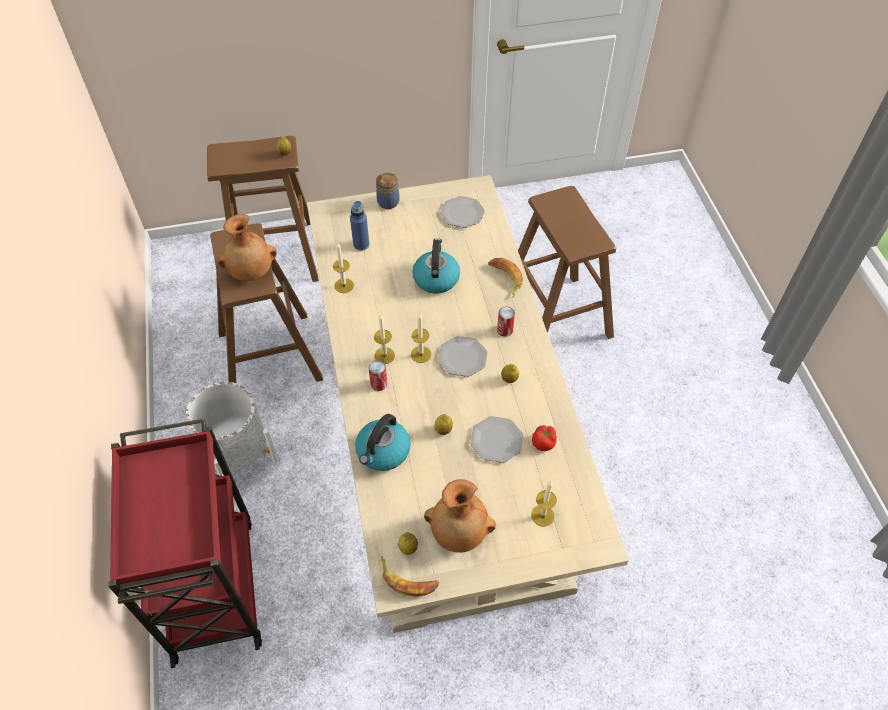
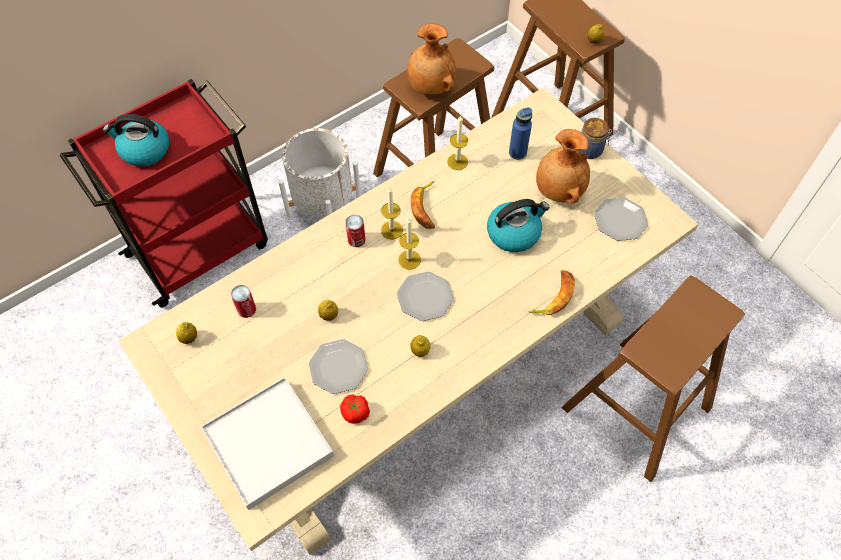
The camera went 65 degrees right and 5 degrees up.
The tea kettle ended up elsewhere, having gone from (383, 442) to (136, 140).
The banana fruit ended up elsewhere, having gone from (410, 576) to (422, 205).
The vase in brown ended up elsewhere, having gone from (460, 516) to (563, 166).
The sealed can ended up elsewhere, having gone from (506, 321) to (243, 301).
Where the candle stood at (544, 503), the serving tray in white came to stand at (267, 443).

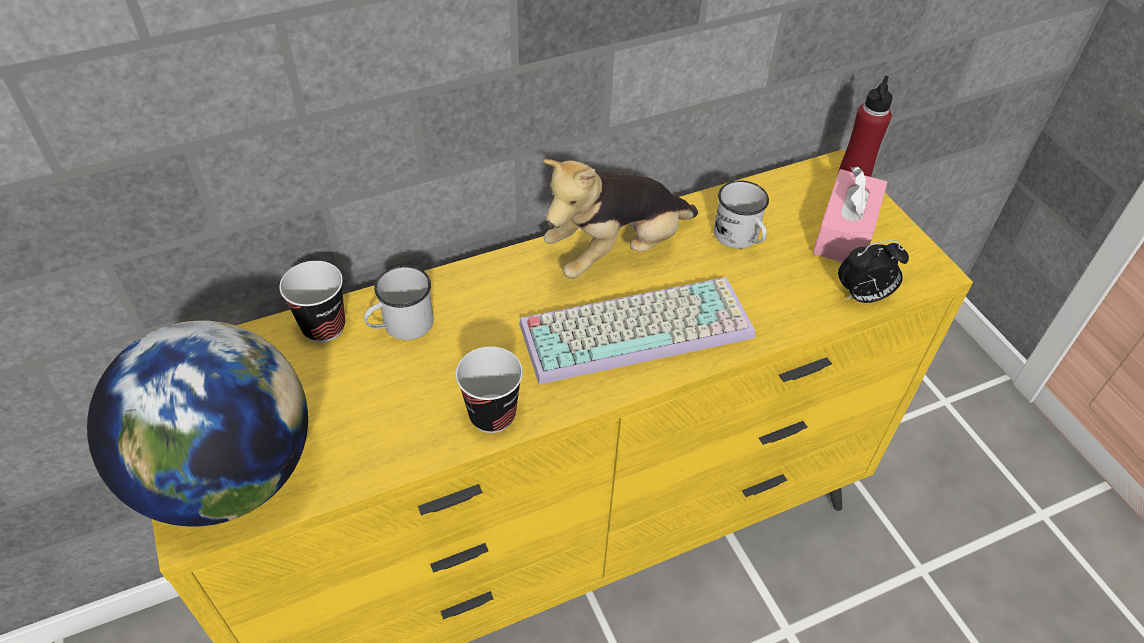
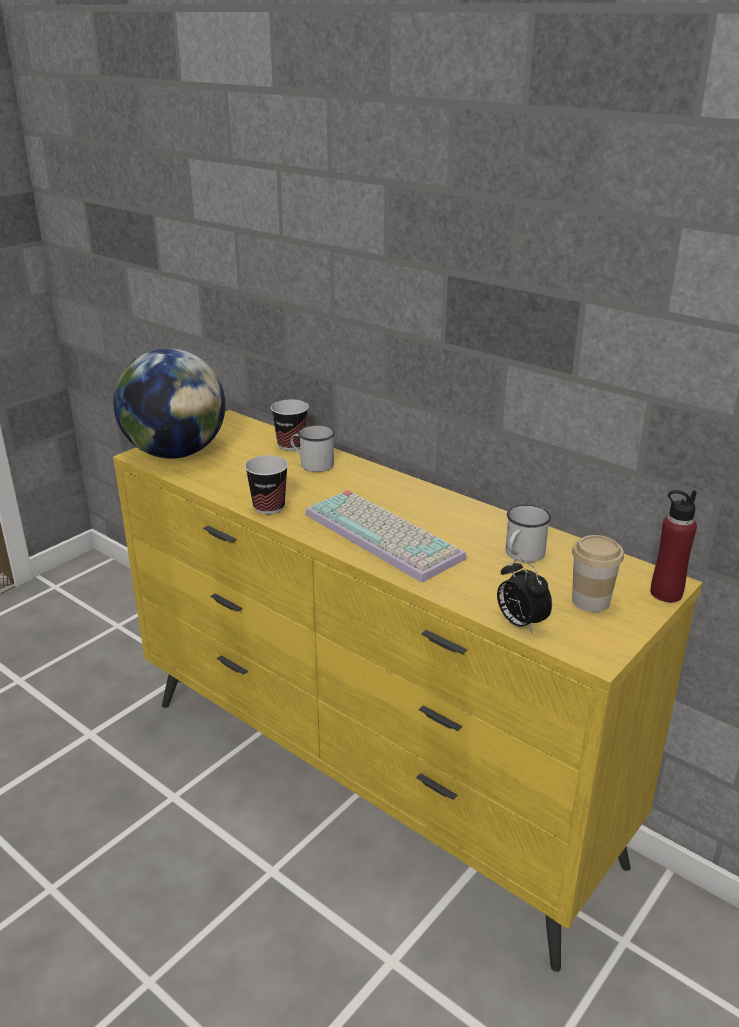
The camera went 65 degrees right and 20 degrees down.
The second view lost the soft toy at (620, 219).
Where the box of tissues in pinkish stood at (850, 214), the drinking cup came to stand at (598, 573).

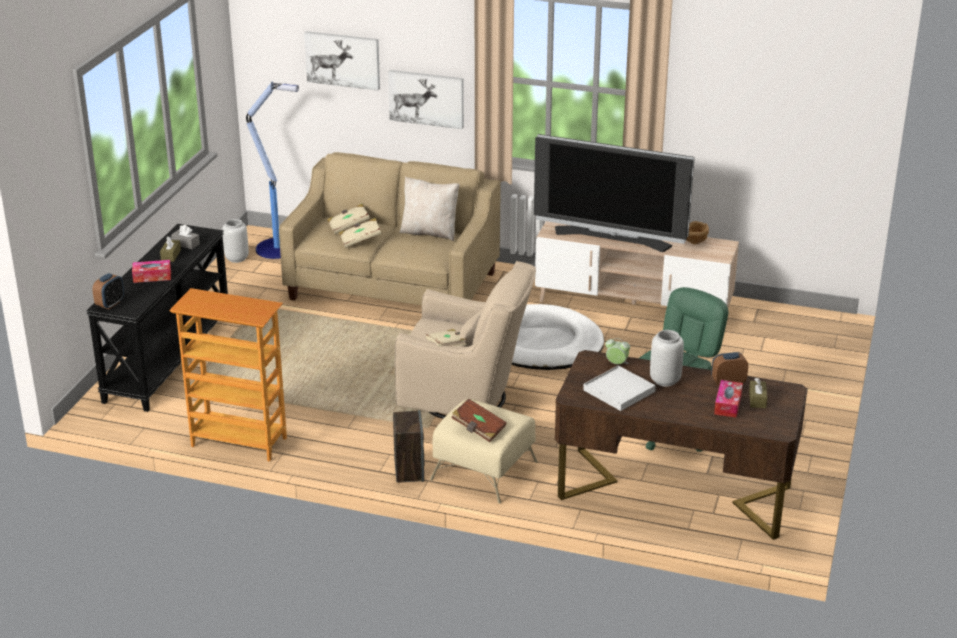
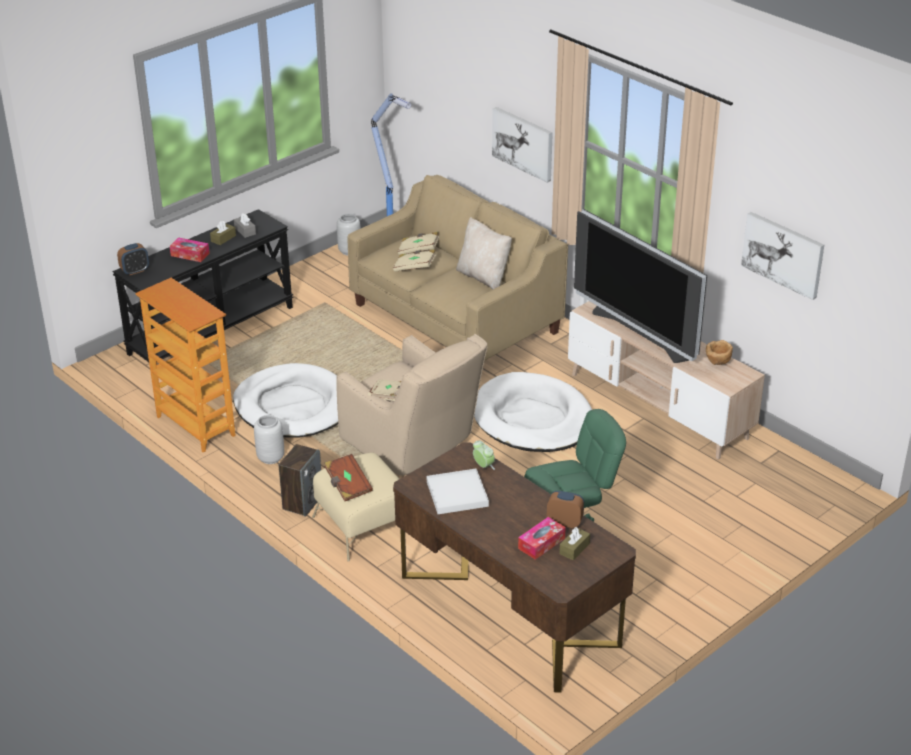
The camera went 30 degrees right and 5 degrees up.
The wall picture ended up elsewhere, having gone from (342, 61) to (782, 256).
The vase in gray ended up elsewhere, having gone from (667, 358) to (269, 439).
The second view gained the dog bed in white at (285, 400).

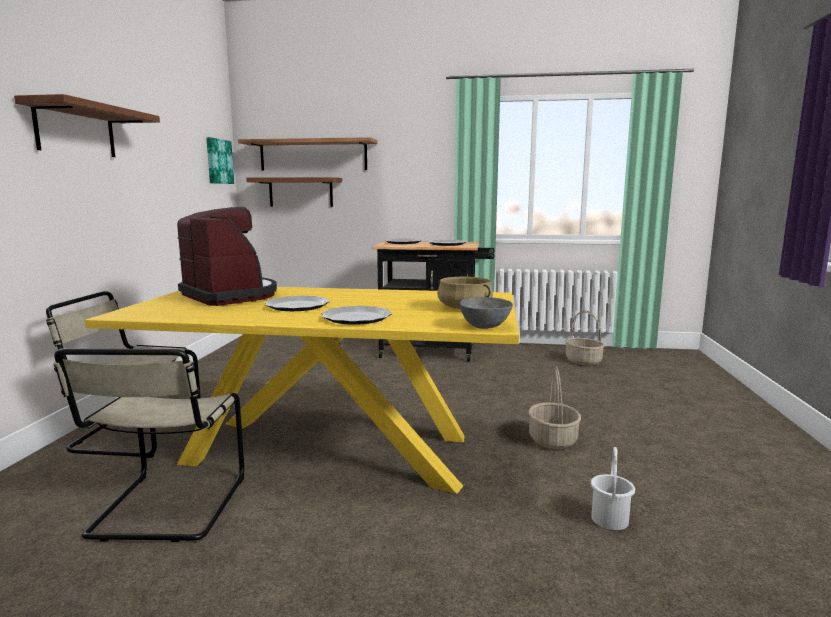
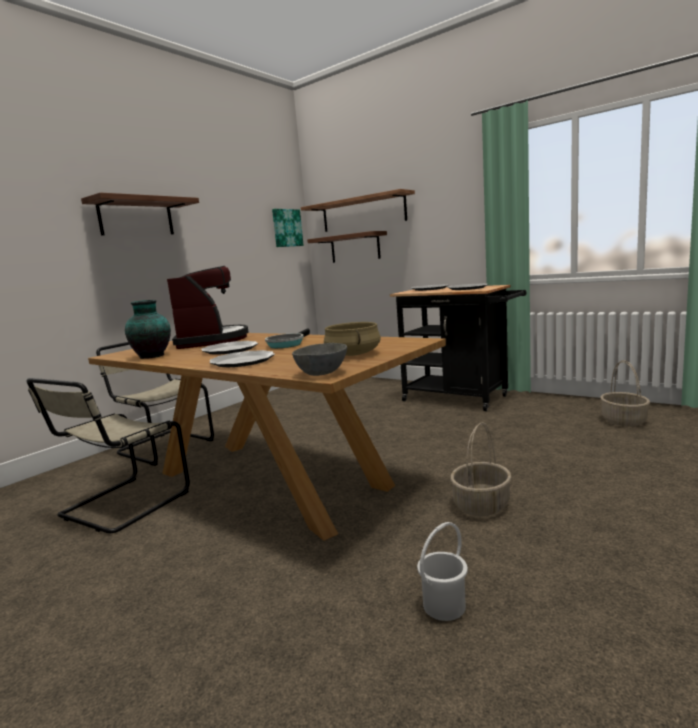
The camera went 30 degrees right and 0 degrees up.
What was the kitchen table in yellowish at (302, 390) turned into the kitchen table in brown at (267, 437).
The second view gained the vase at (148, 329).
The second view gained the skillet at (287, 338).

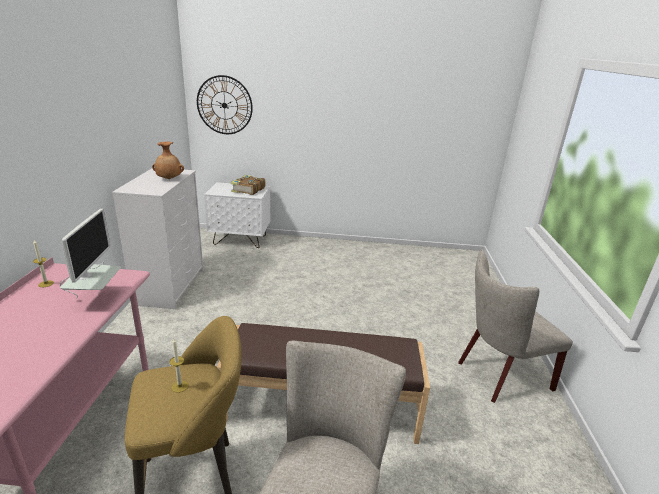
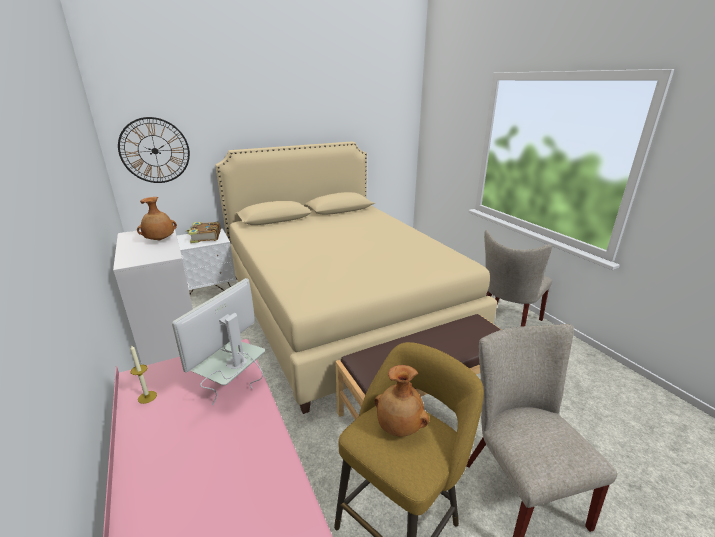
The camera went 30 degrees left and 0 degrees up.
The monitor at (90, 254) ended up facing another way, 120 degrees counterclockwise from before.
Where the candle stood at (178, 366), the vase in brown came to stand at (401, 400).
The second view gained the bed in beige at (356, 277).

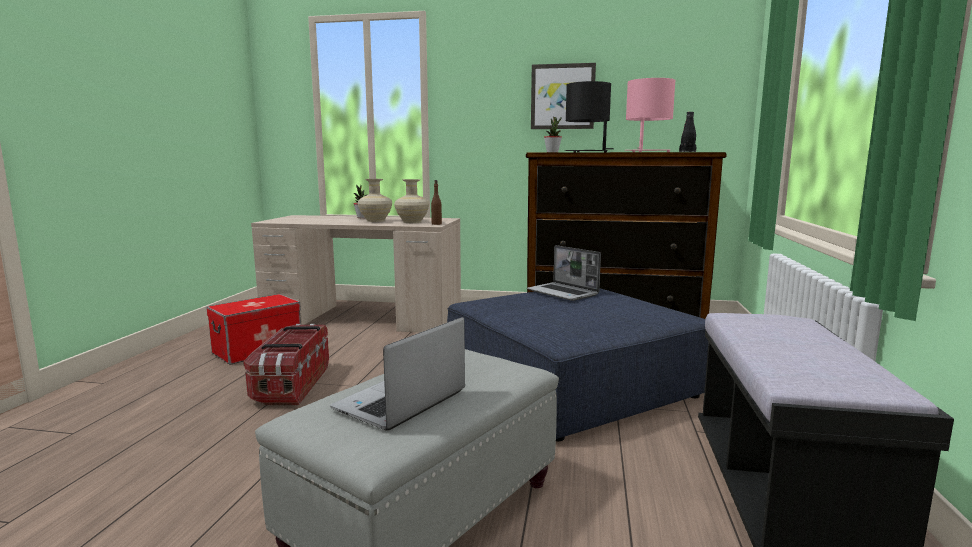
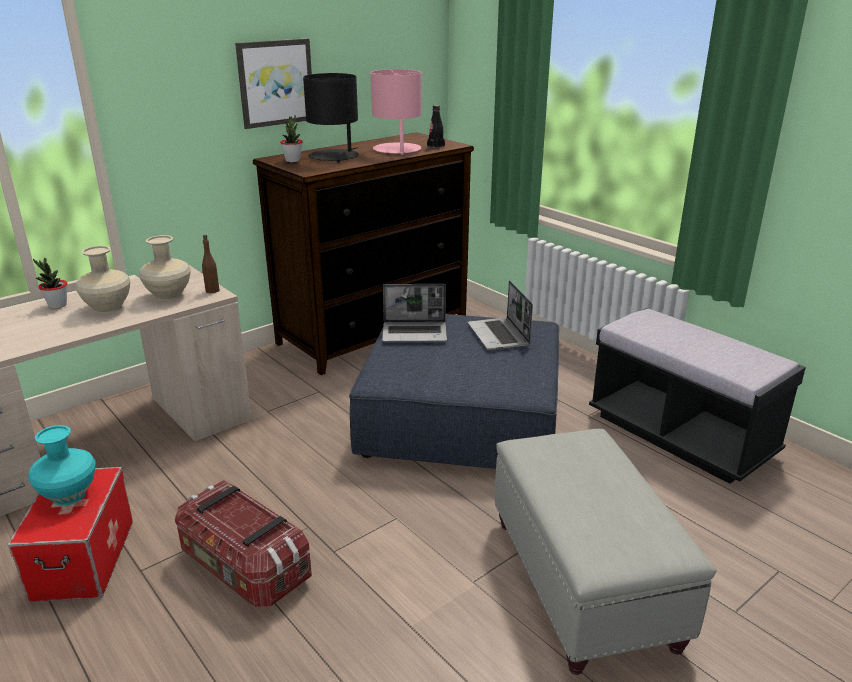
The camera went 50 degrees left and 15 degrees up.
The laptop ended up elsewhere, having gone from (397, 374) to (500, 315).
The second view gained the vase in turquoise-coloured at (62, 465).

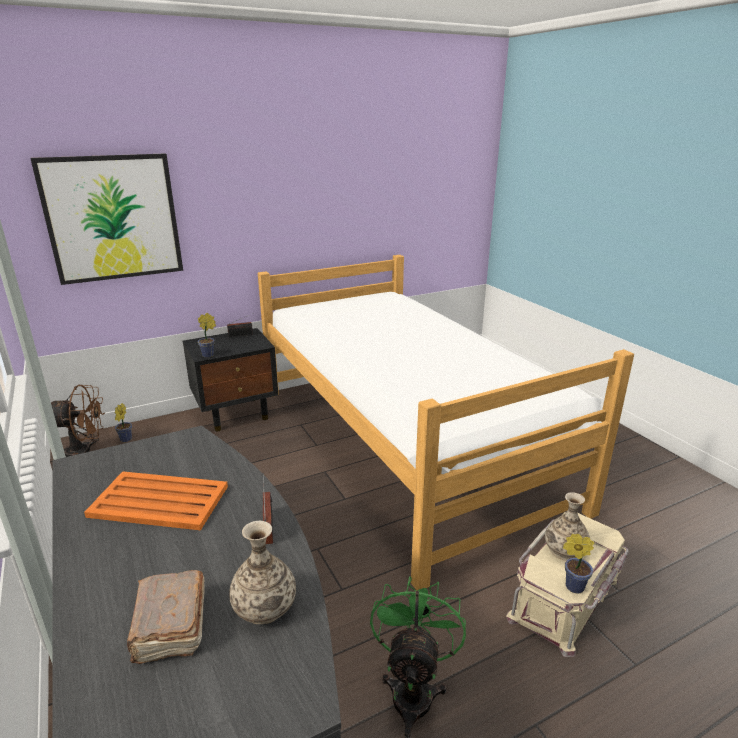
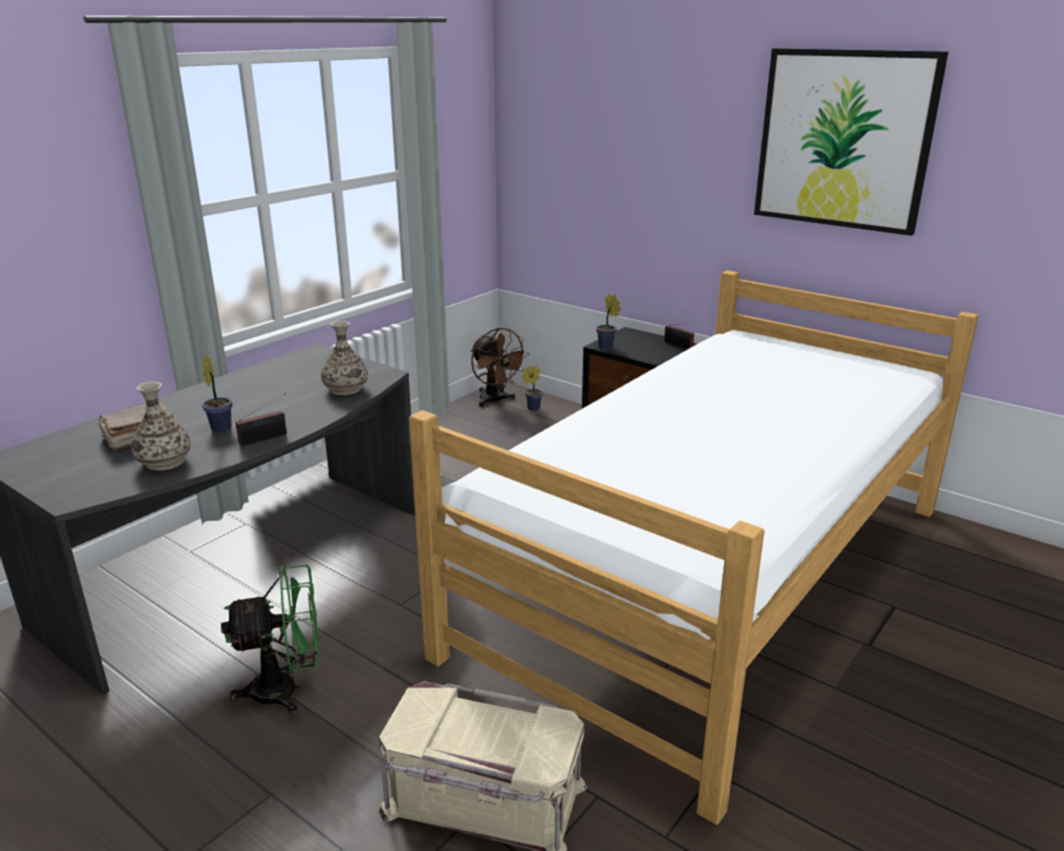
The camera went 65 degrees right and 0 degrees up.
The wall picture ended up elsewhere, having gone from (106, 219) to (851, 142).
The second view lost the serving tray in orangey at (156, 500).
The vase ended up elsewhere, having gone from (567, 526) to (344, 358).
The plant in a pot ended up elsewhere, having gone from (578, 564) to (217, 393).

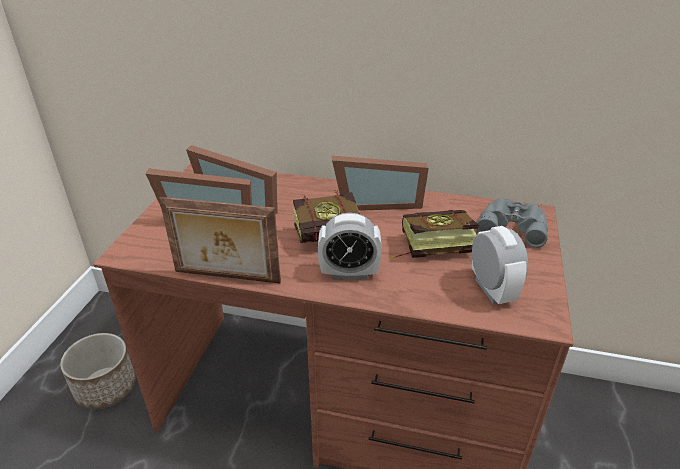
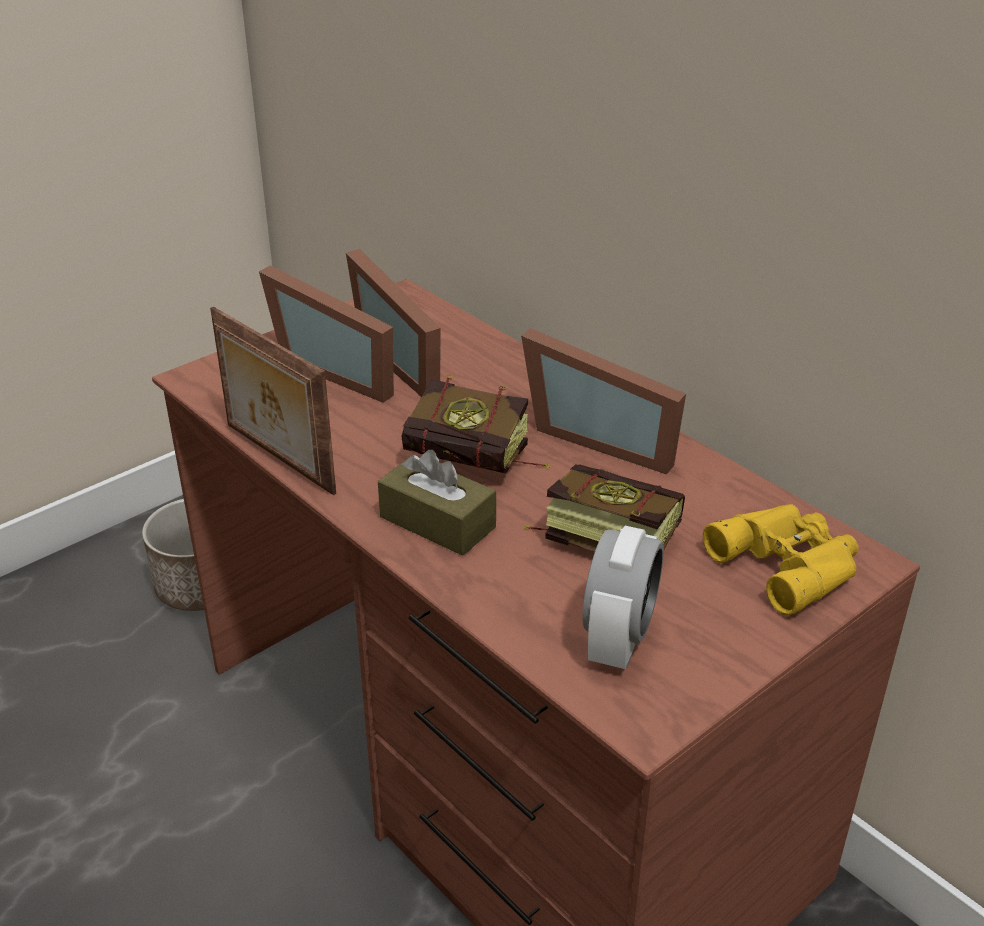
The camera went 35 degrees right and 0 degrees up.
Where the bedside clock stood at (350, 246), the box of tissues in brown came to stand at (437, 503).
What was the binoculars in gray at (512, 223) turned into the binoculars in yellowish at (780, 560).

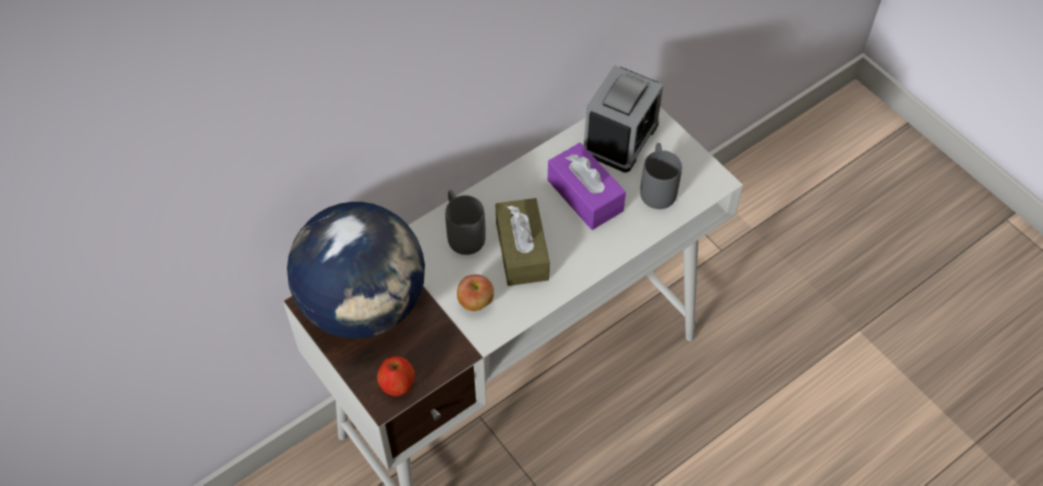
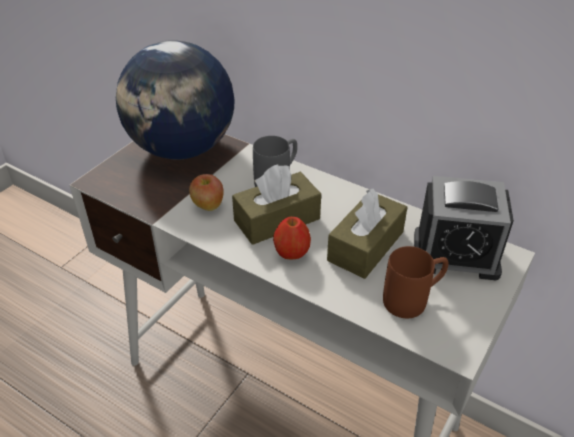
The camera went 70 degrees right and 15 degrees down.
The apple ended up elsewhere, having gone from (396, 376) to (292, 238).
What was the box of tissues in purple at (587, 186) turned into the box of tissues in brown at (367, 234).
What was the tea mug in gray at (661, 176) turned into the tea mug in brown at (415, 282).

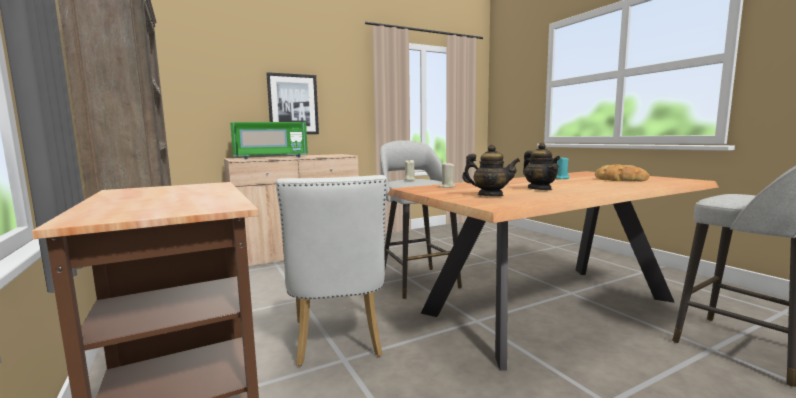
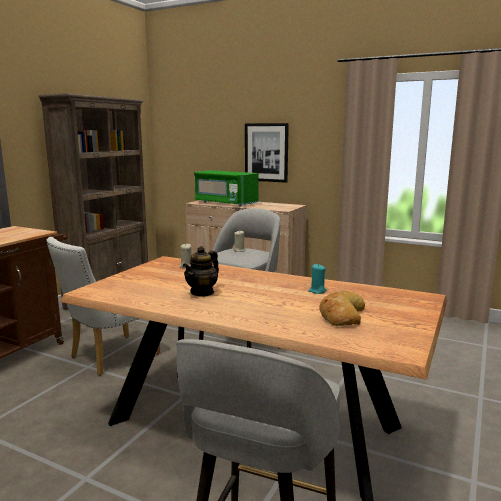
The camera went 55 degrees right and 5 degrees up.
The second view lost the teapot at (491, 170).

